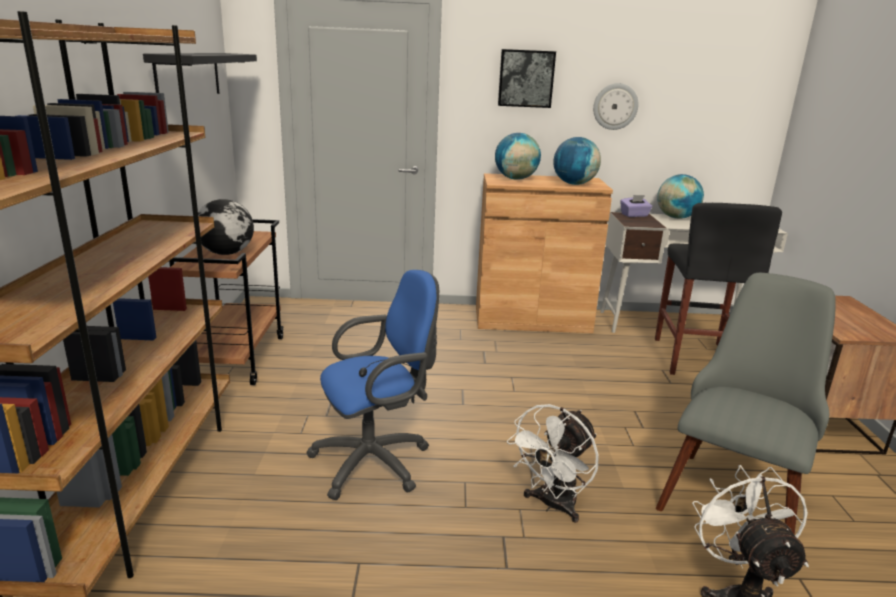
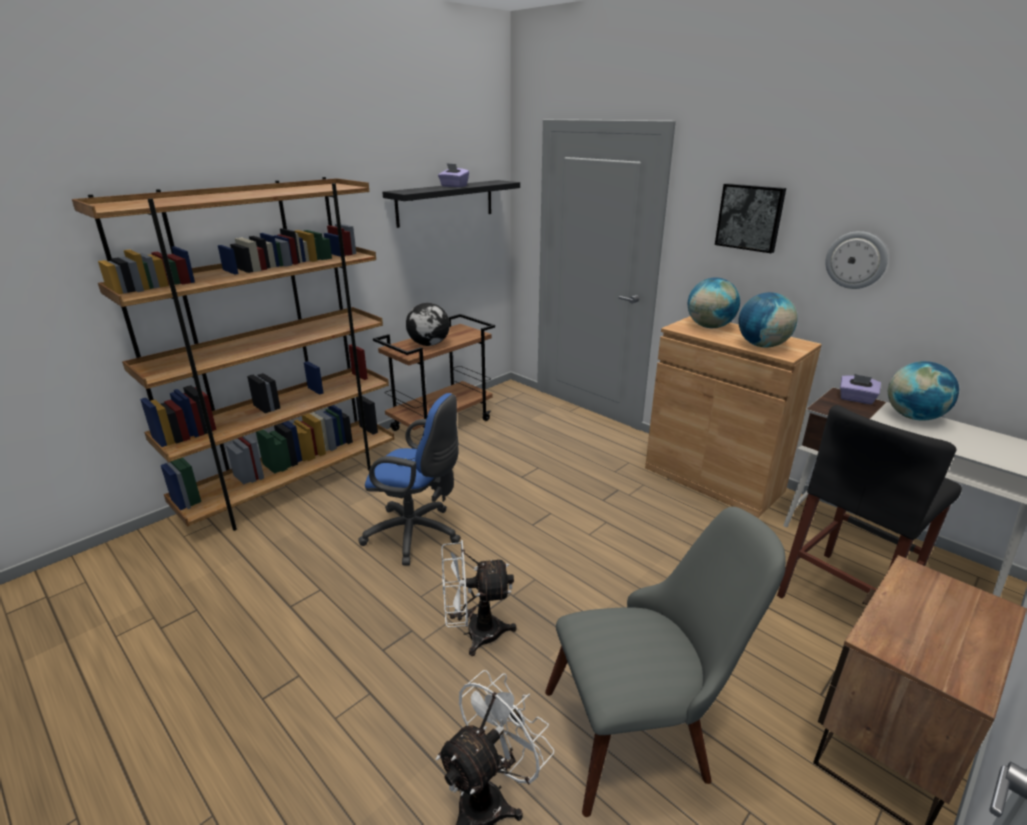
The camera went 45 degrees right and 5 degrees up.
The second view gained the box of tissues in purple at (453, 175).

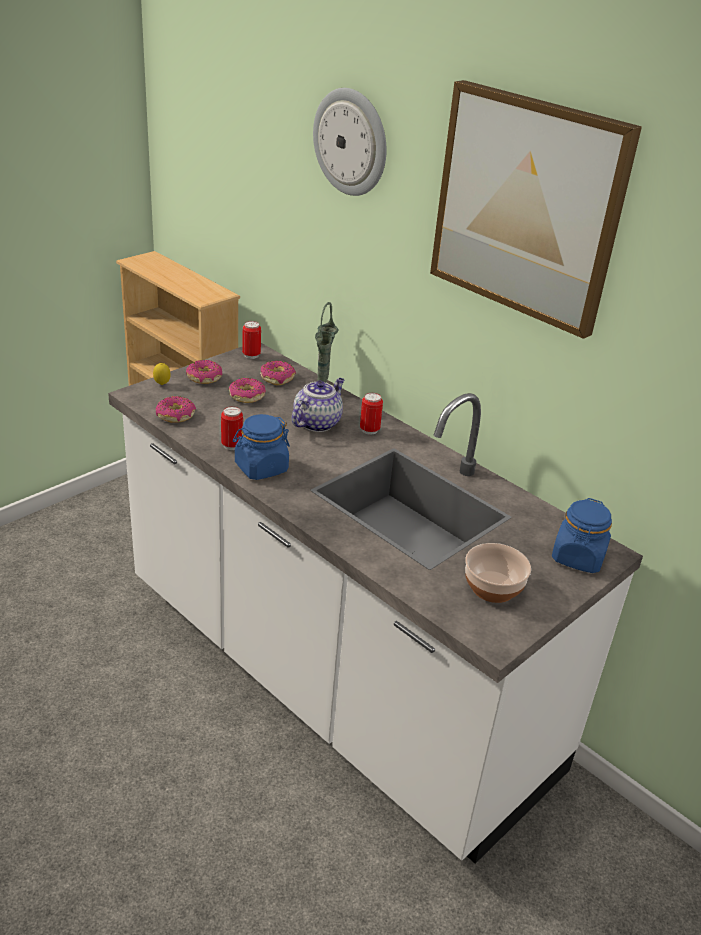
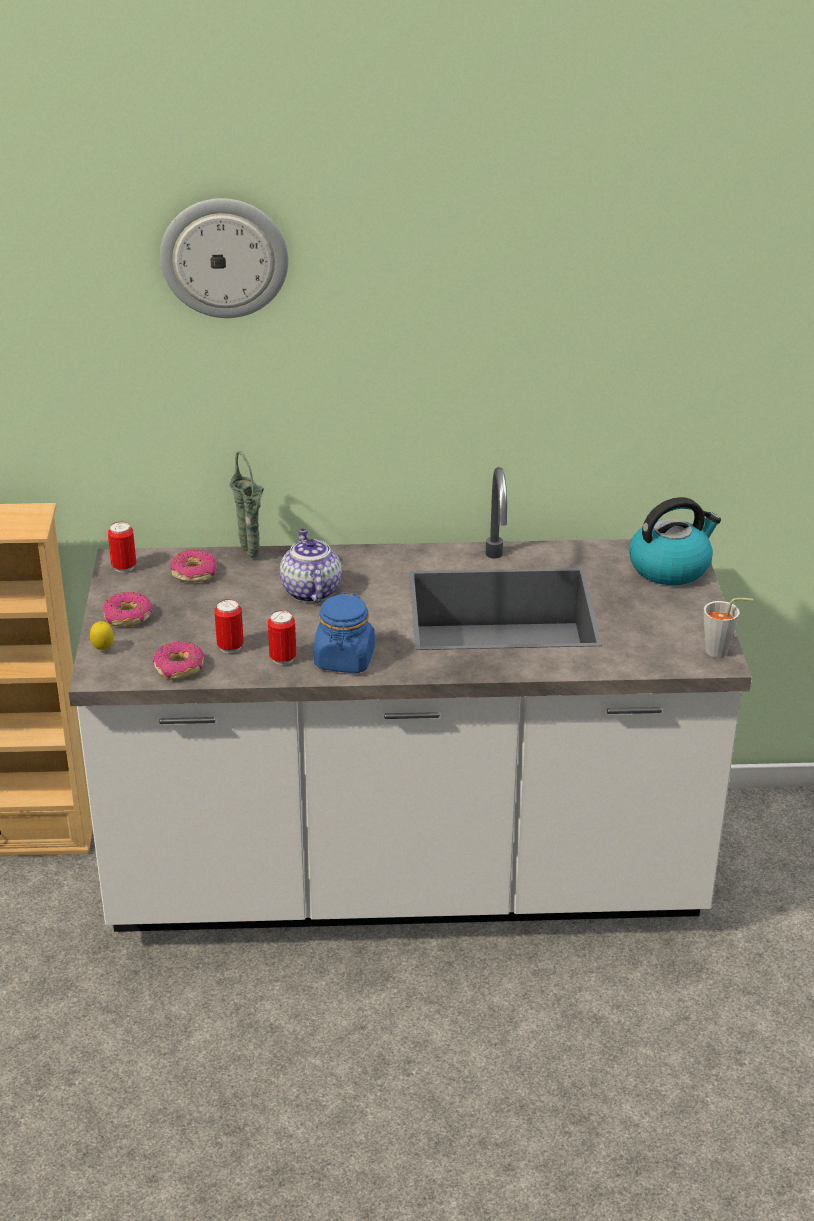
The camera went 45 degrees left and 0 degrees up.
The second view lost the ring doughnut at (247, 390).
The sealed can ended up elsewhere, having gone from (371, 414) to (229, 626).
The second view lost the wall picture at (536, 209).
The second view lost the deep dish at (498, 573).
Where the preserve jar in bluish stood at (582, 535), the tea kettle came to stand at (675, 541).
The second view gained the drinking cup in gray at (728, 628).

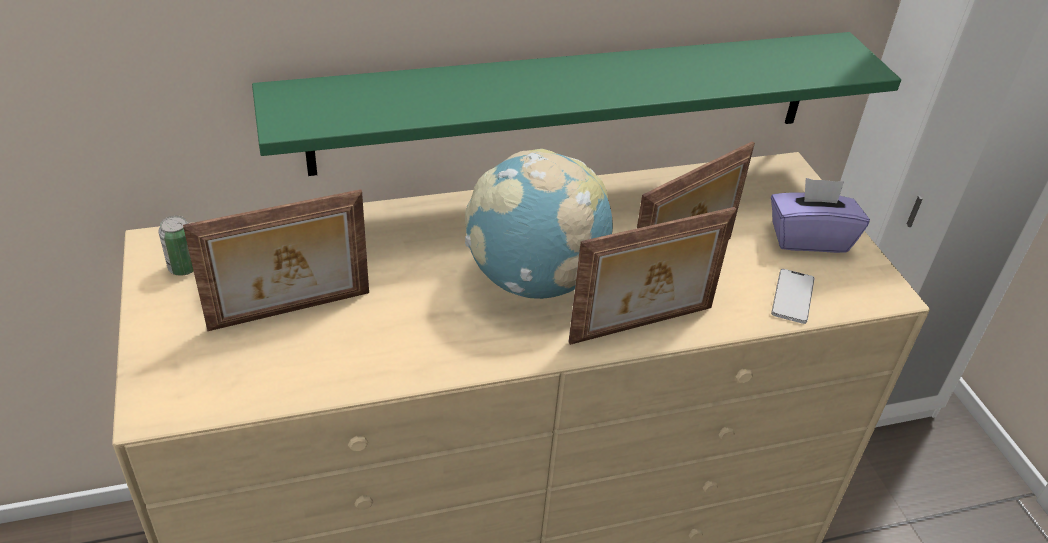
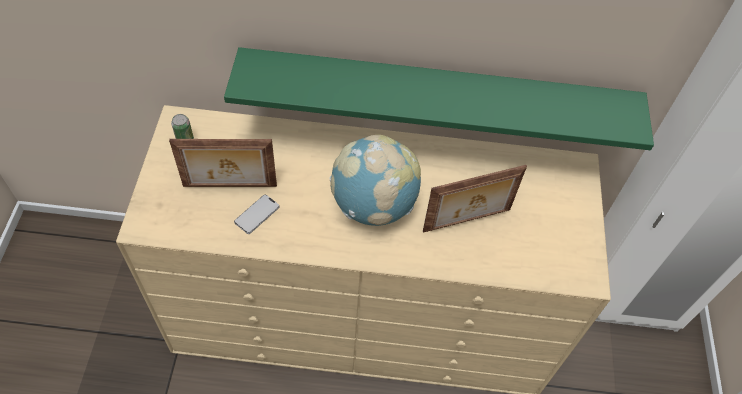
The camera went 20 degrees right and 15 degrees up.
The second view lost the photo frame at (652, 276).
The second view lost the box of tissues in purple at (820, 215).
The telephone ended up elsewhere, having gone from (792, 296) to (257, 214).

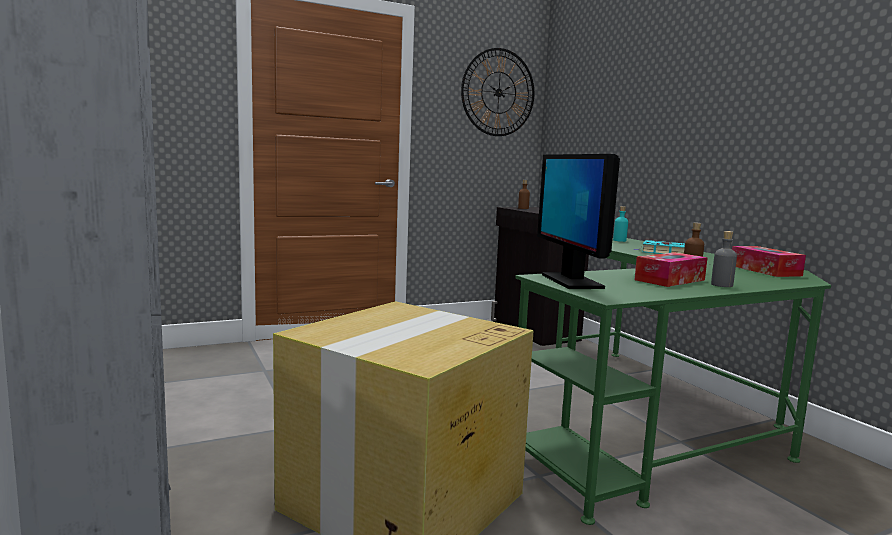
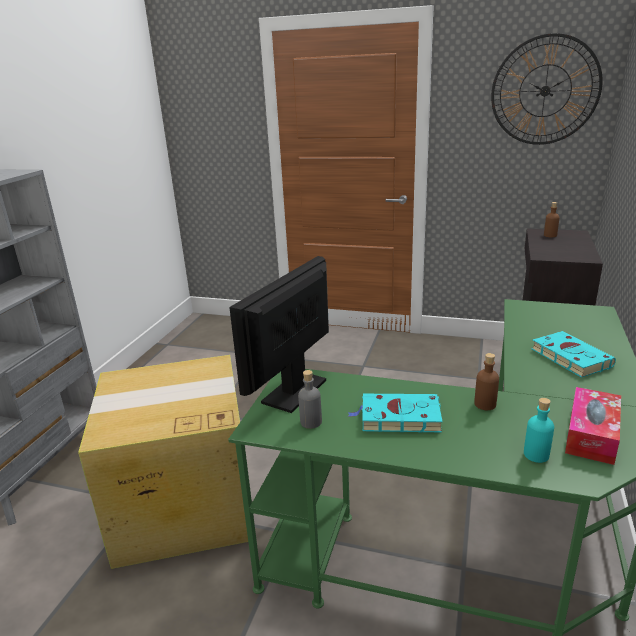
The camera went 45 degrees right and 15 degrees up.
The beverage bottle in turquoise-coloured ended up elsewhere, having gone from (620, 224) to (539, 430).
Where the box of tissues stood at (671, 269), the book in turquoise-coloured came to stand at (394, 413).
The beverage bottle in gray ended up elsewhere, having gone from (724, 259) to (310, 399).

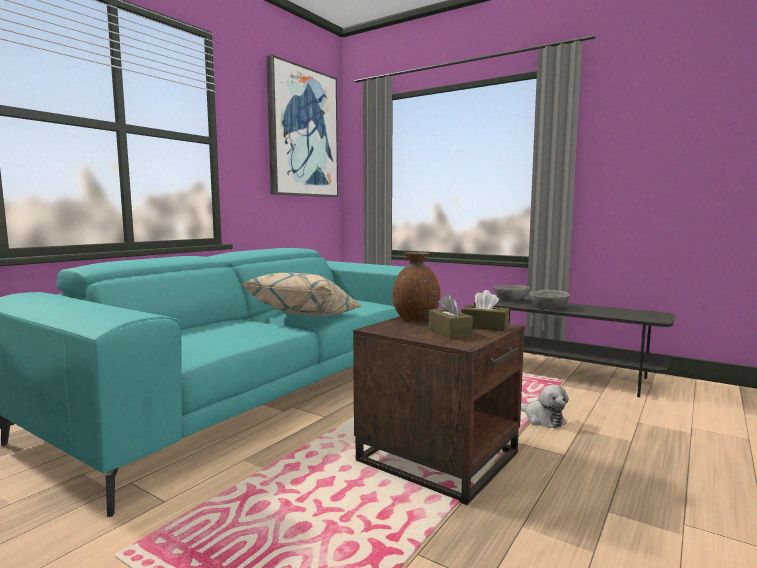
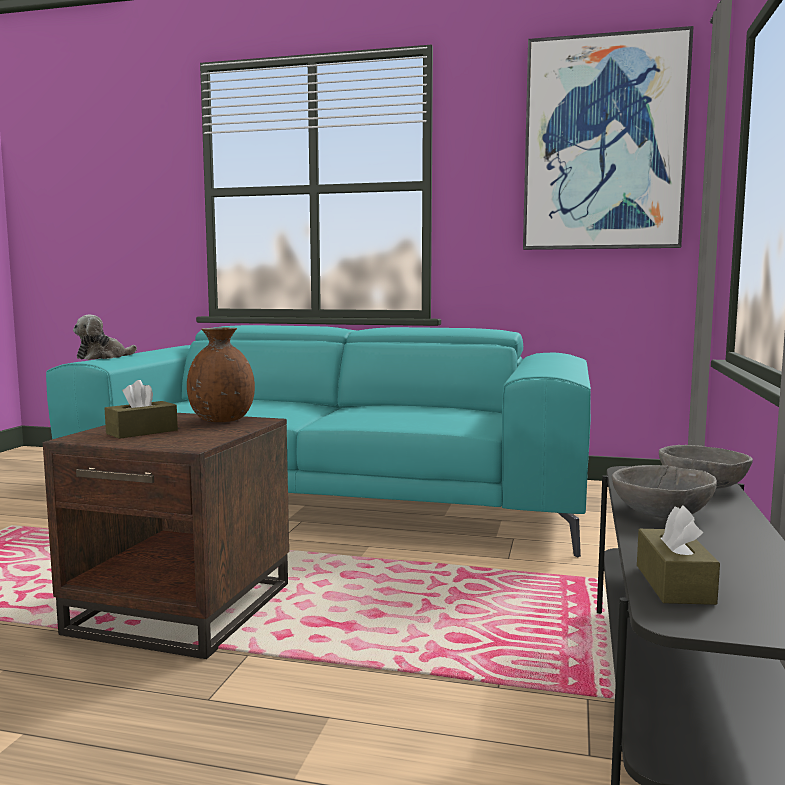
The camera went 70 degrees right and 0 degrees up.
The second view lost the cushion in beige at (302, 294).
The box of tissues in brown ended up elsewhere, having gone from (485, 311) to (678, 555).
The soft toy ended up elsewhere, having gone from (545, 406) to (105, 337).

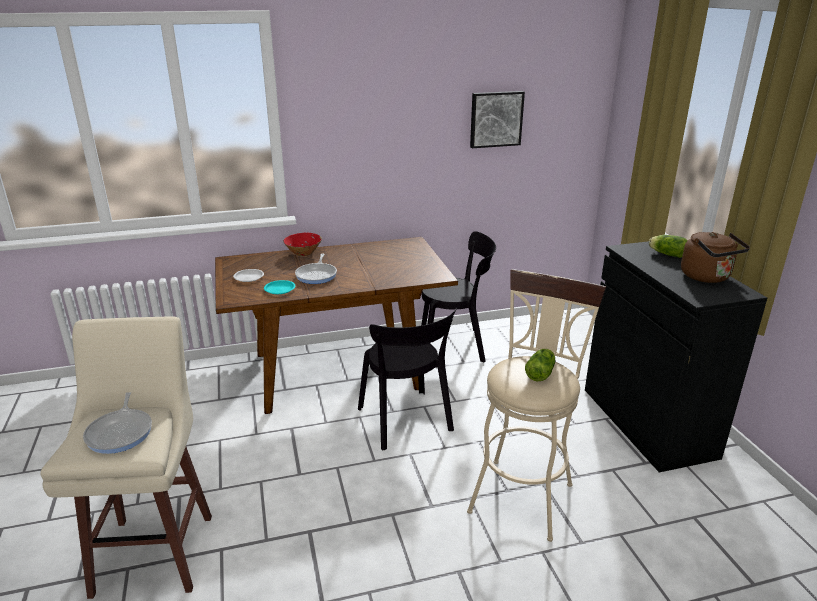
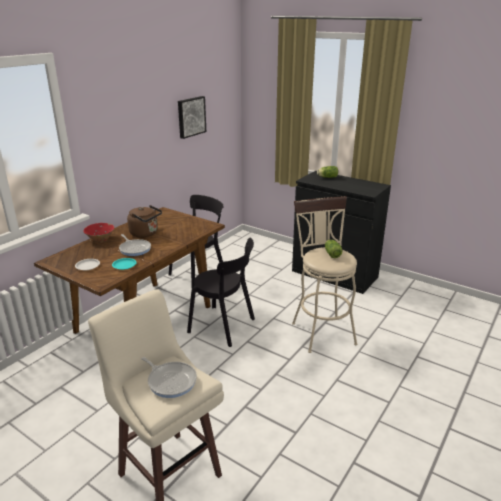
The camera went 40 degrees left and 0 degrees up.
The tea kettle in brown ended up elsewhere, having gone from (715, 257) to (144, 221).

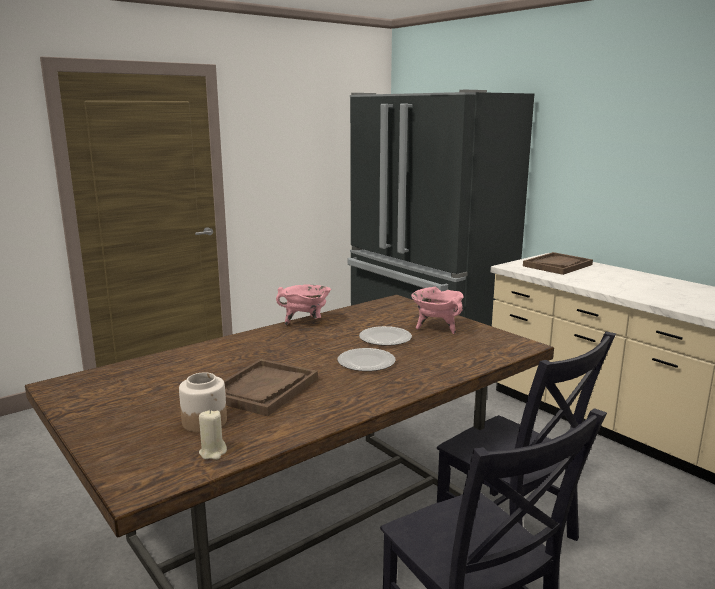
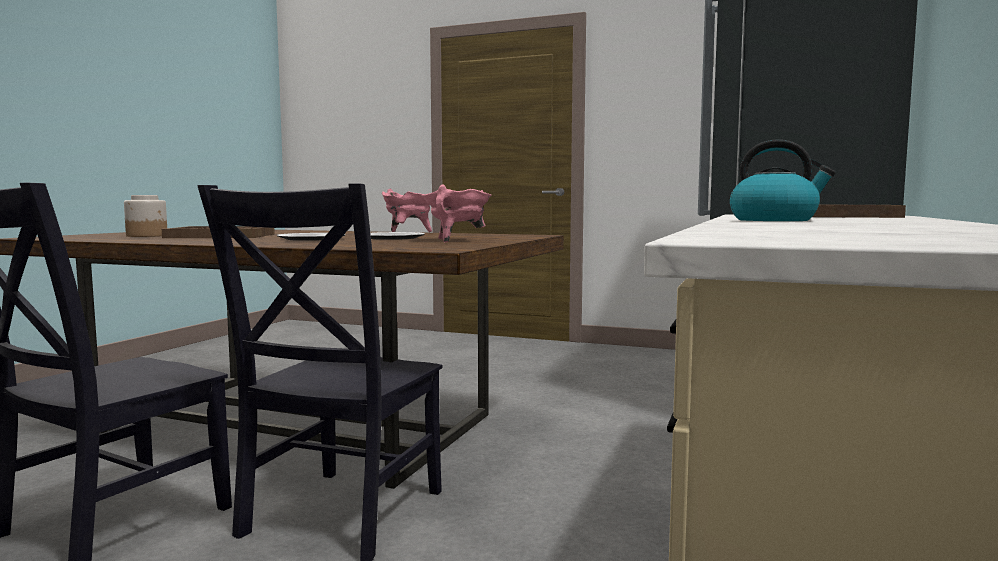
The camera went 60 degrees right and 10 degrees down.
The second view lost the candle in beige at (213, 435).
The second view gained the tea kettle at (782, 180).

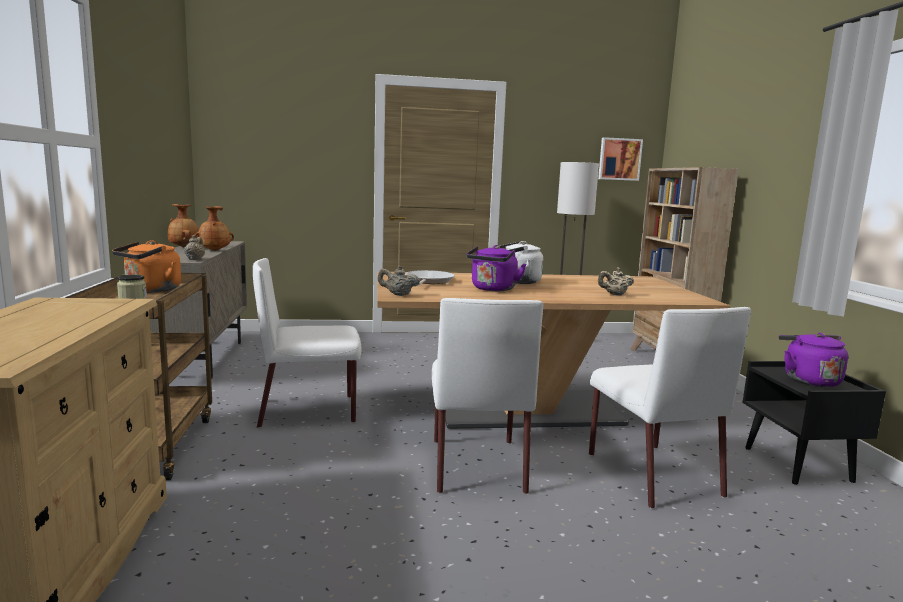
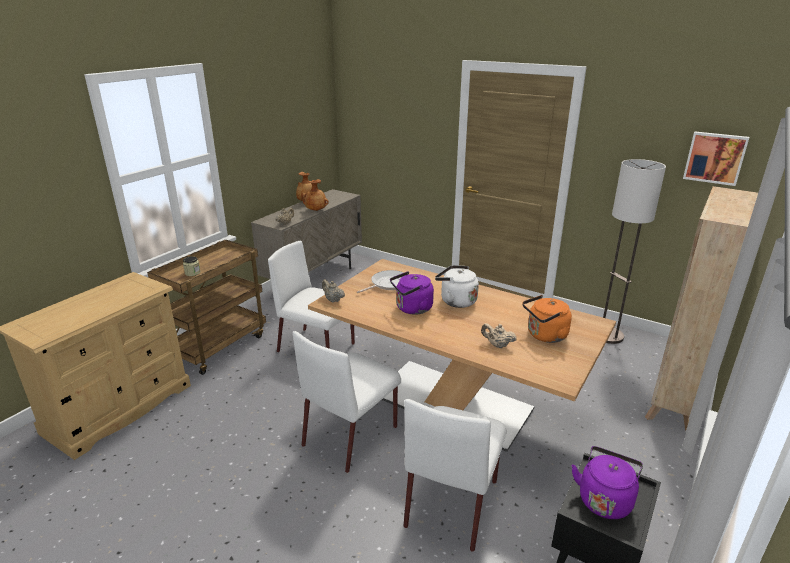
The camera went 40 degrees right and 15 degrees up.
The tea kettle in orangey ended up elsewhere, having gone from (146, 266) to (547, 319).

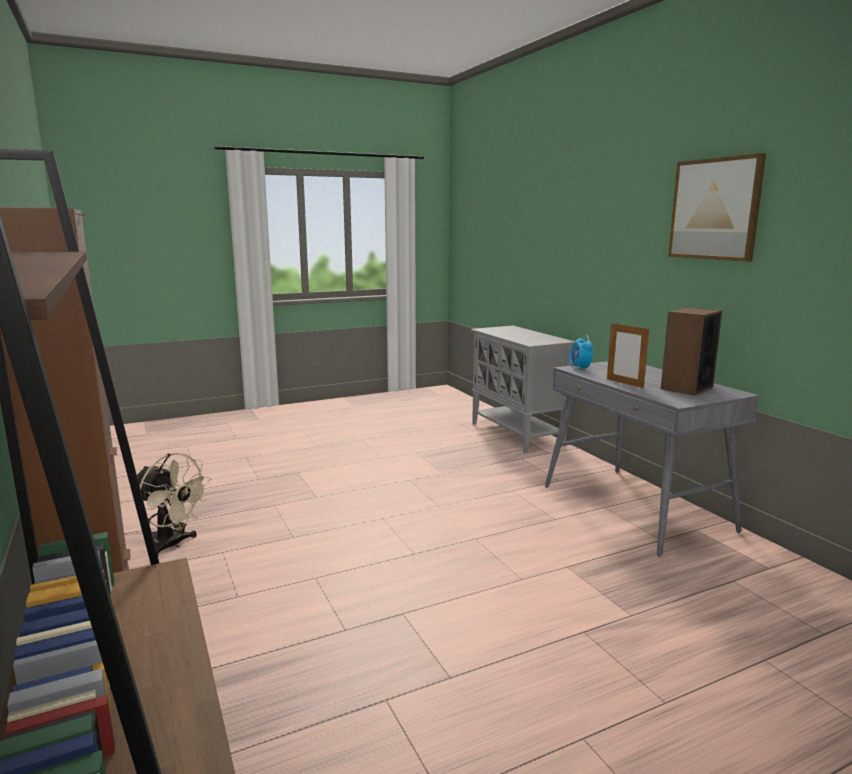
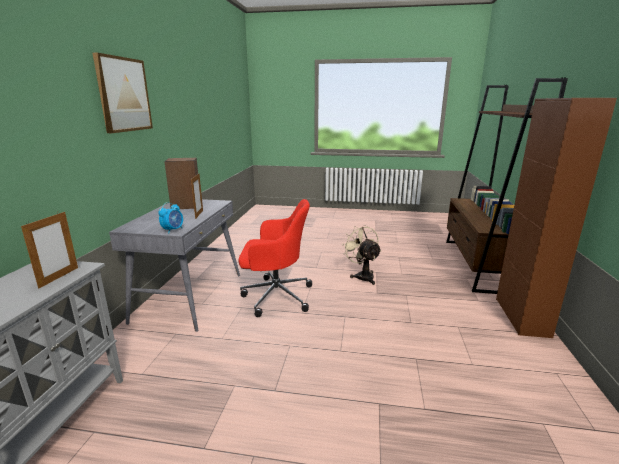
The camera went 145 degrees left and 5 degrees up.
The electric fan in beige ended up elsewhere, having gone from (174, 504) to (362, 255).
The second view gained the photo frame at (49, 249).
The second view gained the office chair in red-coloured at (275, 258).

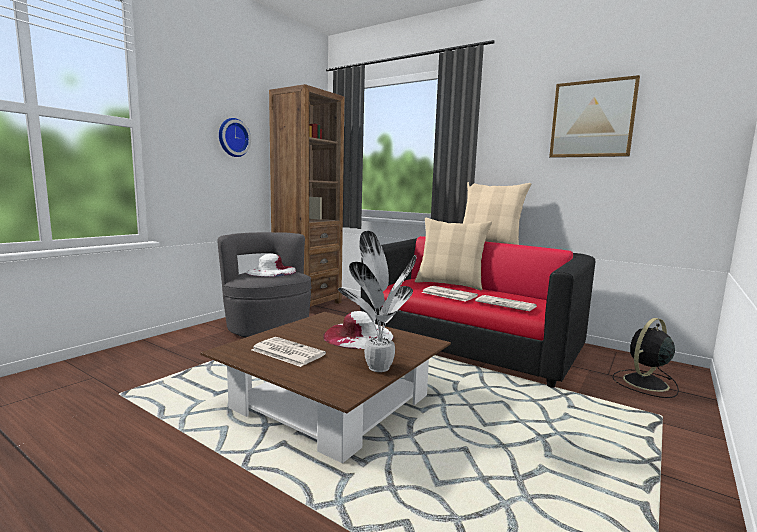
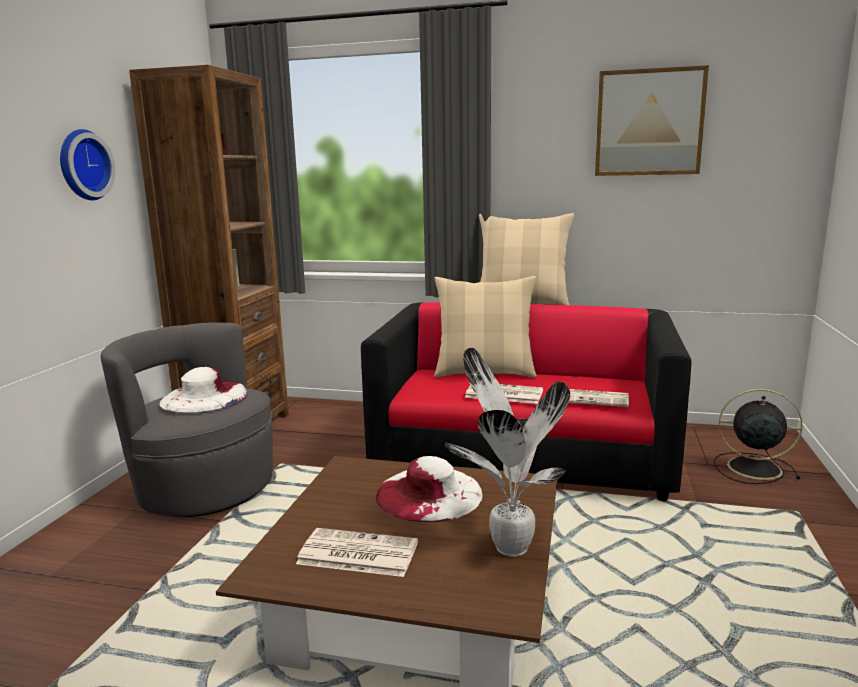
The camera went 20 degrees left and 5 degrees up.
The electric fan in black at (645, 358) ended up facing another way, 75 degrees clockwise from before.

